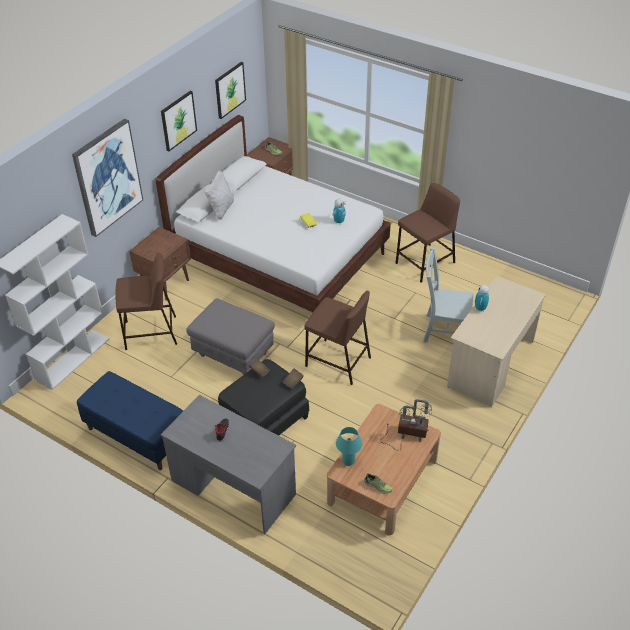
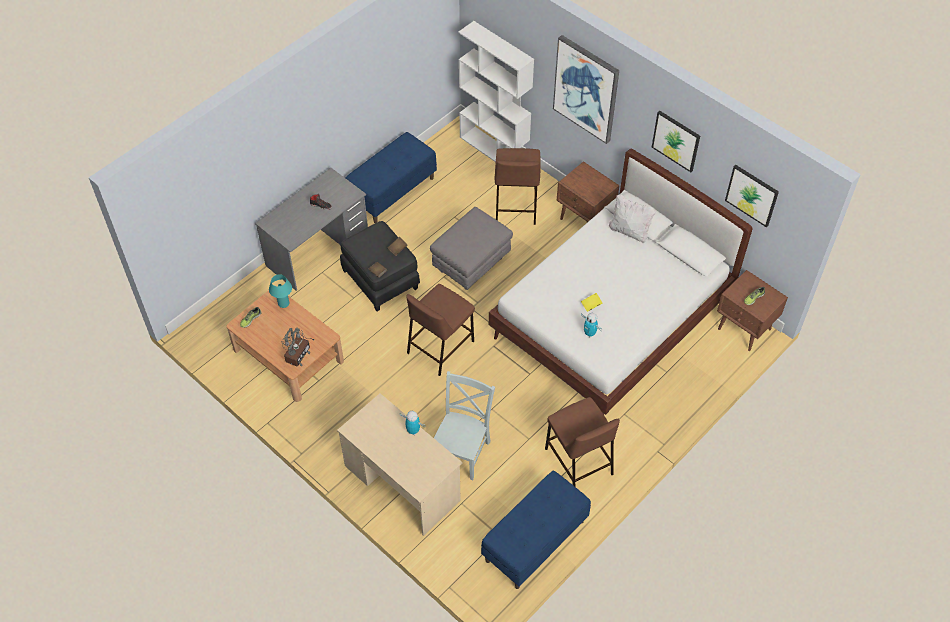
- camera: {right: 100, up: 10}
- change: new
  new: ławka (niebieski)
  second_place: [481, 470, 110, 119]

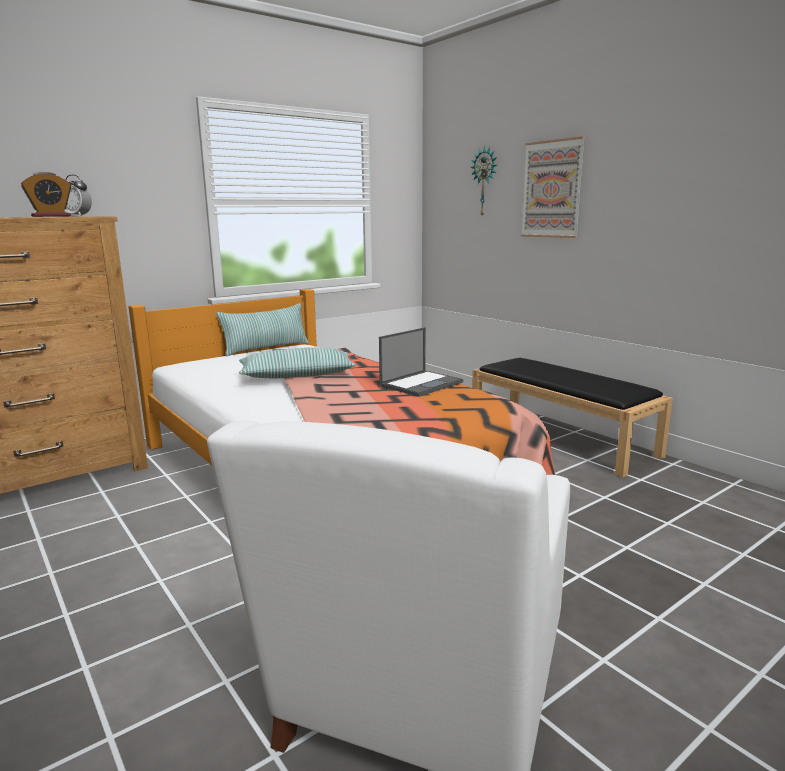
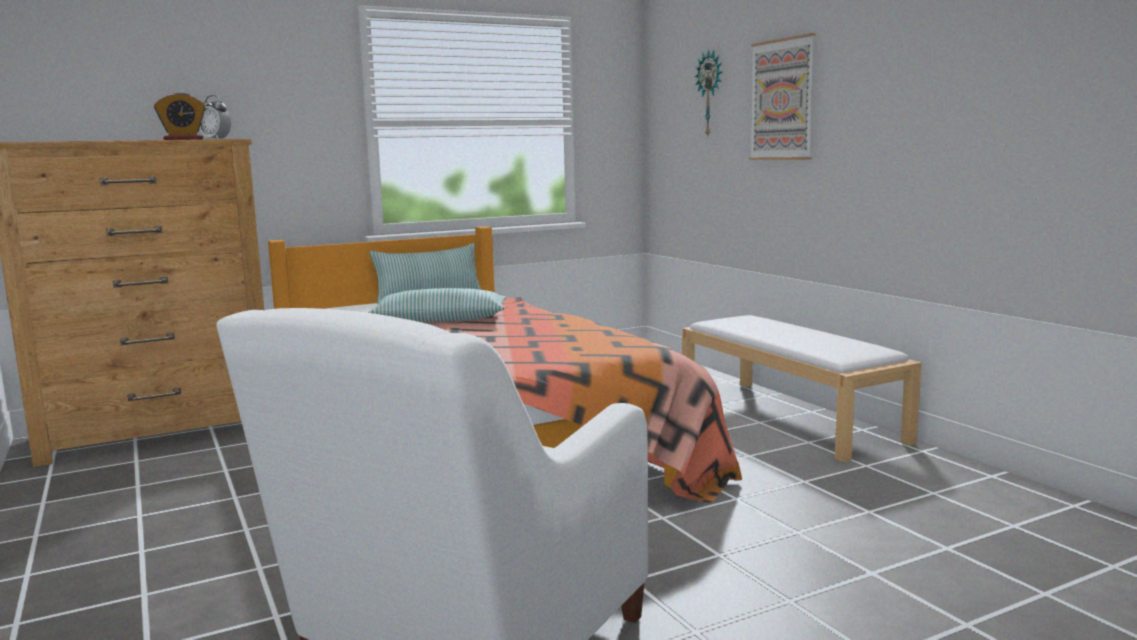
- camera: {right: 10, up: -5}
- change: gone
  old: laptop
  first_place: [379, 327, 84, 70]
- change: repainted
  old: ławka (czarny)
  new: ławka (biały)
  first_place: [472, 358, 201, 119]
  second_place: [682, 315, 240, 147]

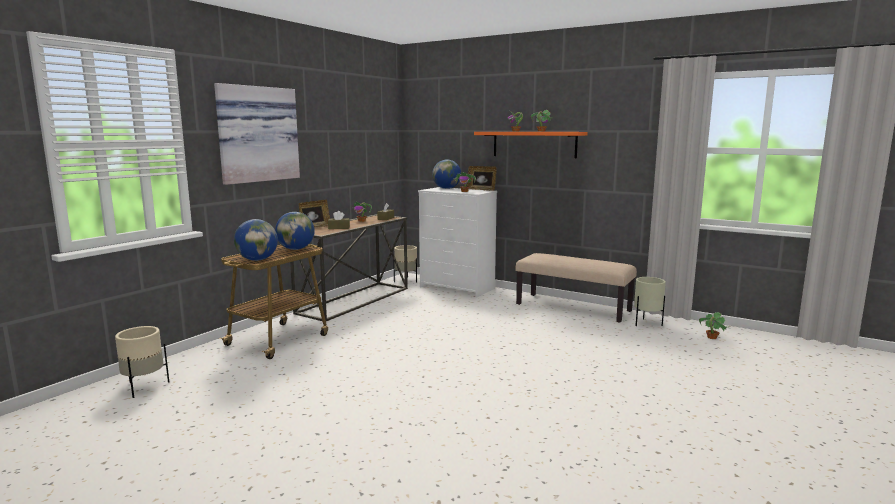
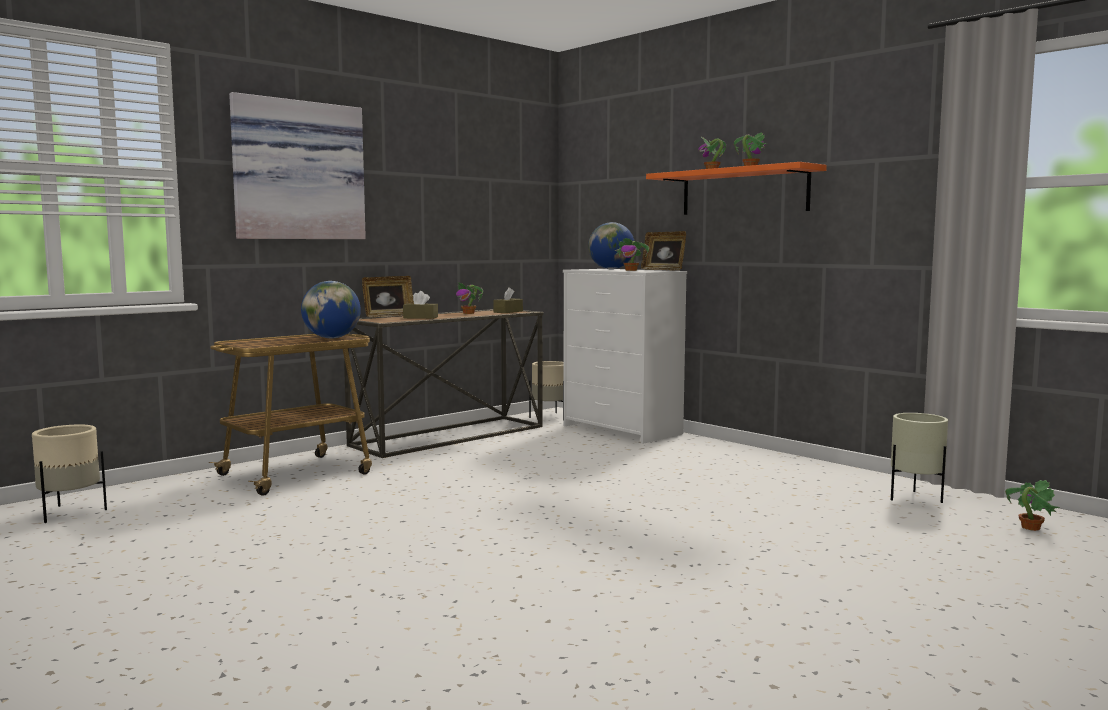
- camera: {right: 15, up: -5}
- change: gone
  old: globus
  first_place: [234, 219, 44, 42]
- change: gone
  old: ławka (beżowy)
  first_place: [516, 253, 121, 70]

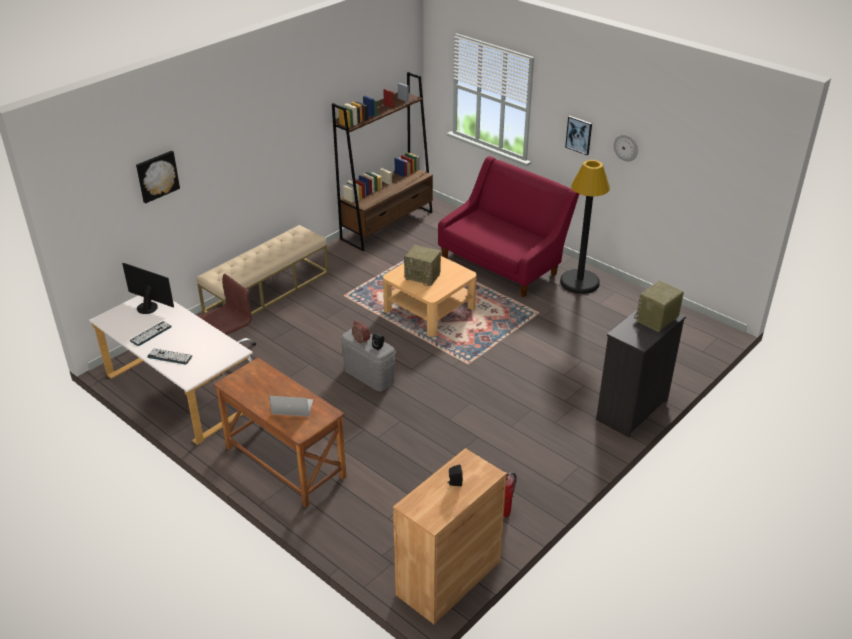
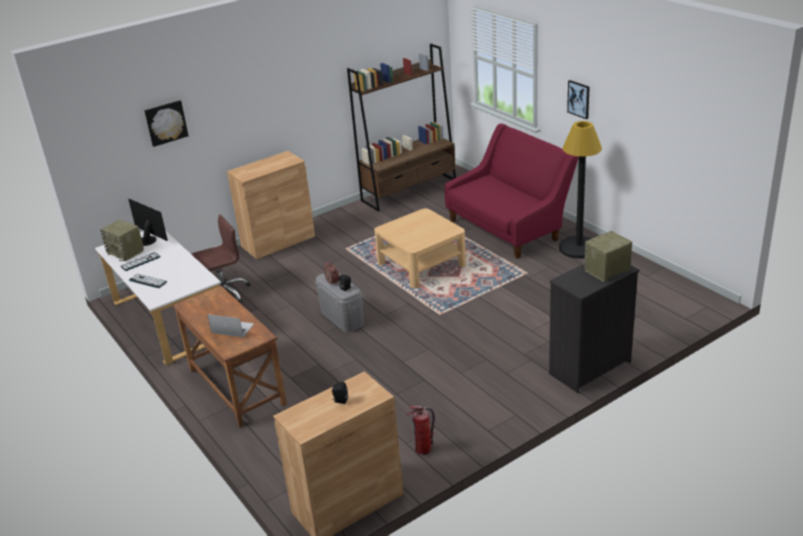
- camera: {right: 15, up: -5}
- change: gone
  old: zegar ścienny
  first_place: [614, 135, 24, 27]
- change: swapped
  old: ławka (beżowy)
  new: szafka (brązowy)
  first_place: [197, 225, 132, 90]
  second_place: [227, 151, 88, 108]
- change: shifted
  old: radio
  first_place: [404, 245, 37, 41]
  second_place: [100, 220, 44, 41]

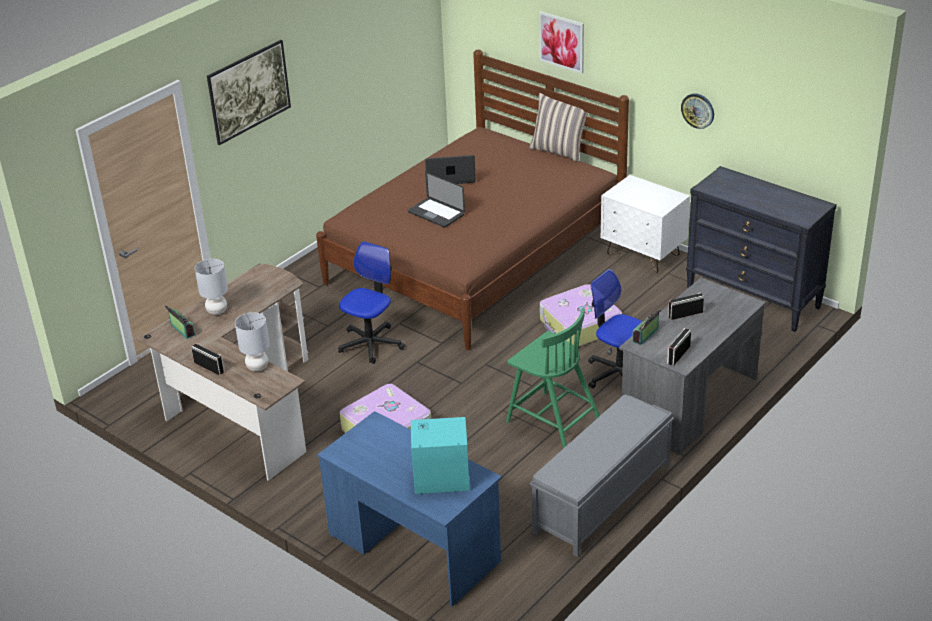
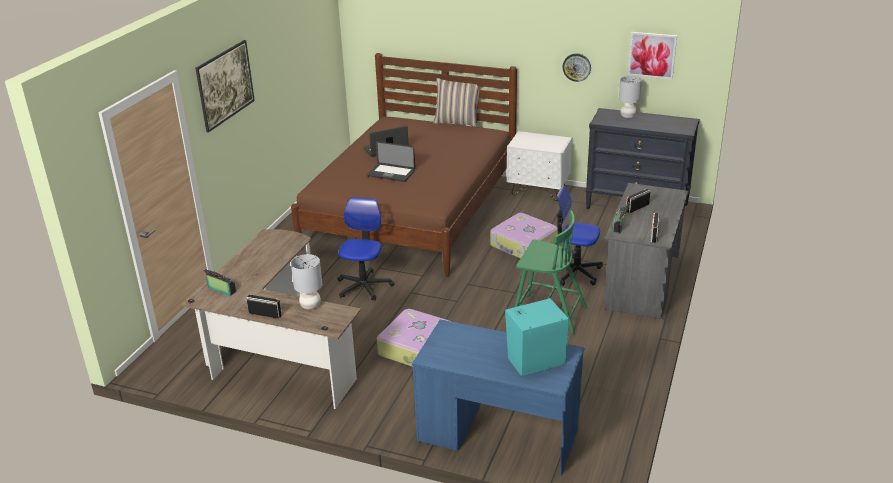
- camera: {right: -20, up: -5}
- change: shifted
  old: obraz
  first_place: [539, 11, 45, 63]
  second_place: [628, 32, 49, 48]
- change: shifted
  old: lampa stołowa (szary)
  first_place: [195, 259, 33, 56]
  second_place: [619, 76, 23, 42]
- change: gone
  old: ławka (szary)
  first_place: [529, 394, 145, 163]

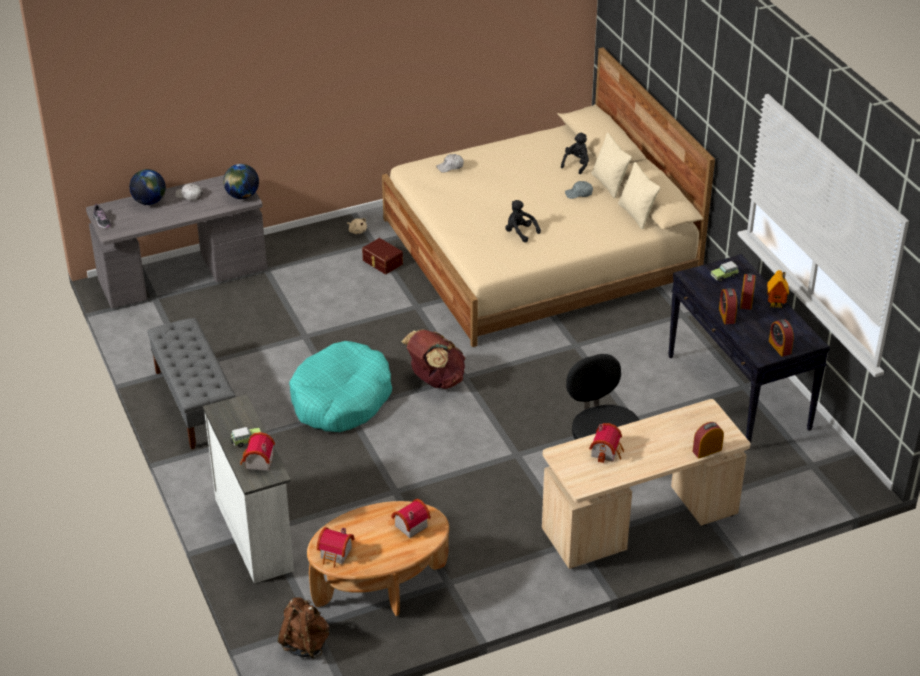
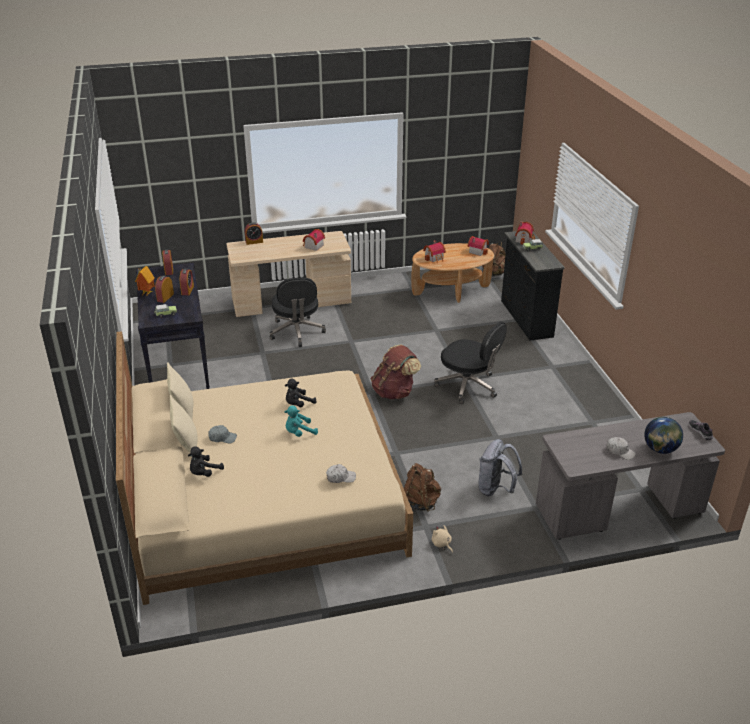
- camera: {right: -170, up: -5}
- change: gone
  old: globus
  first_place: [223, 164, 36, 35]
- change: rotated
  old: pluszak (czarny)
  first_place: [505, 200, 36, 42]
  second_place: [285, 378, 32, 29]
  degrees: 90
- change: swapped
  old: pojemnik do przechowywania (brązowy)
  new: plecak (brązowy)
  first_place: [362, 238, 41, 36]
  second_place: [404, 463, 37, 49]
- change: gone
  old: ławka (szary)
  first_place: [147, 318, 88, 132]
- change: swapped
  old: legowisko (turkusowy)
  new: krzesło biurowe (czarny)
  first_place: [289, 341, 103, 91]
  second_place: [434, 322, 73, 82]
- change: repainted
  old: komoda (biały)
  new: komoda (czarny)
  first_place: [203, 394, 91, 190]
  second_place: [501, 231, 64, 110]
- change: new
  new: pluszak (turkusowy)
  second_place: [285, 405, 33, 32]
- change: new
  new: plecak (szary)
  second_place: [478, 439, 44, 57]

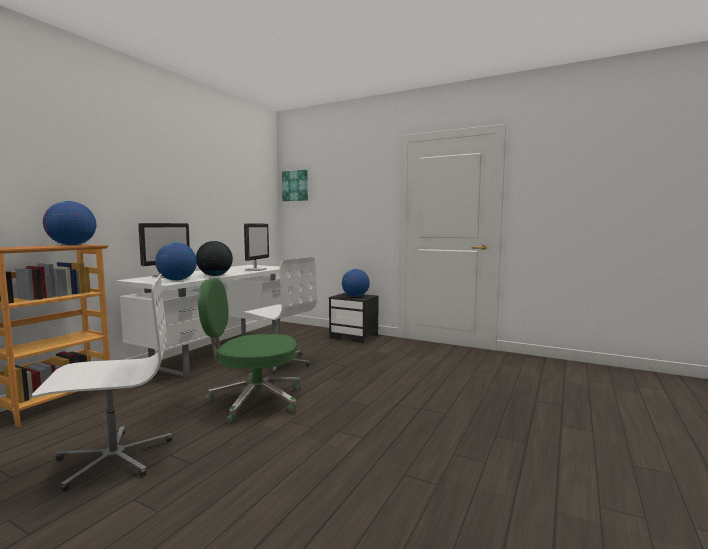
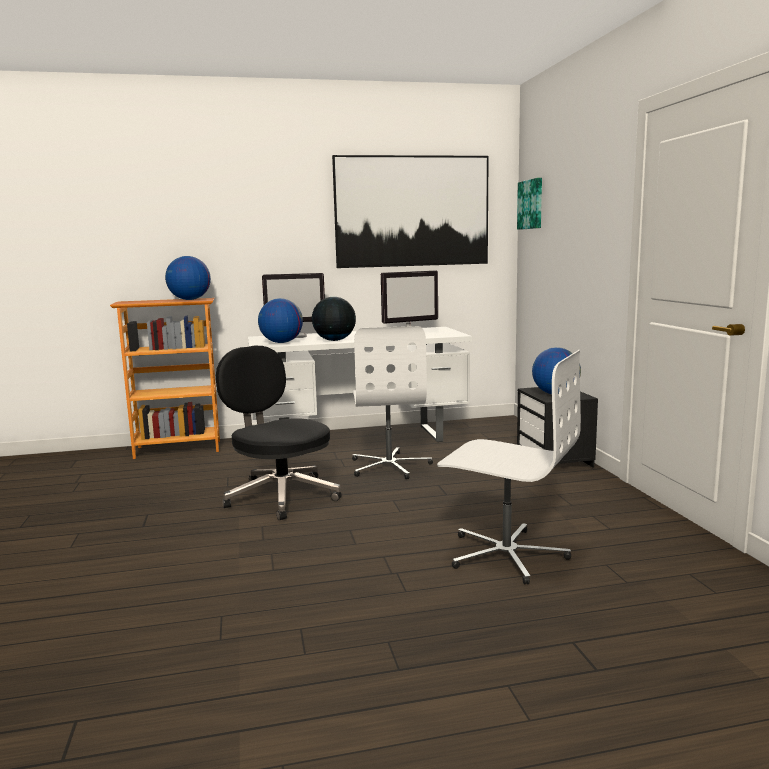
- camera: {right: 50, up: 5}
- change: shifted
  old: krzesło biurowe (biały)
  first_place: [32, 274, 140, 218]
  second_place: [437, 350, 144, 235]
- change: repainted
  old: krzesło biurowe (zielony)
  new: krzesło biurowe (czarny)
  first_place: [198, 278, 103, 145]
  second_place: [216, 346, 126, 174]
- change: new
  new: obraz
  second_place: [332, 155, 157, 113]

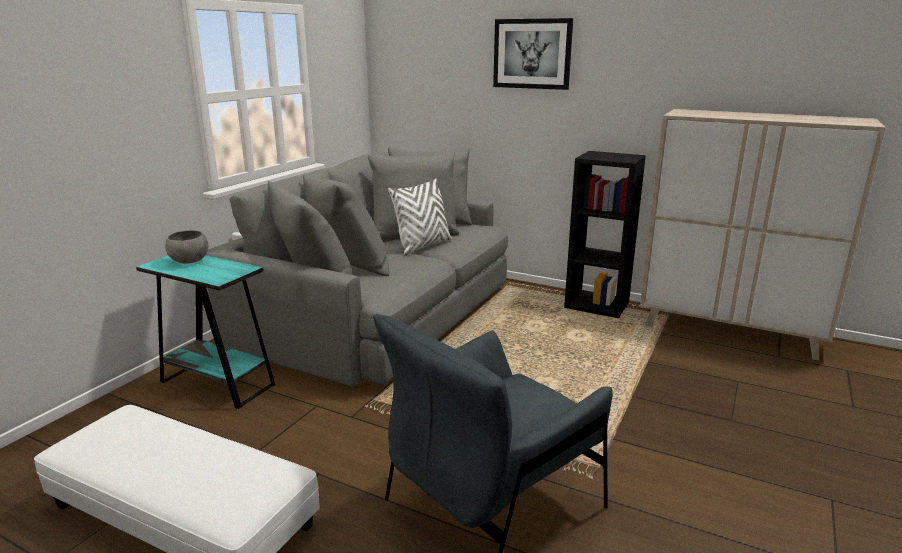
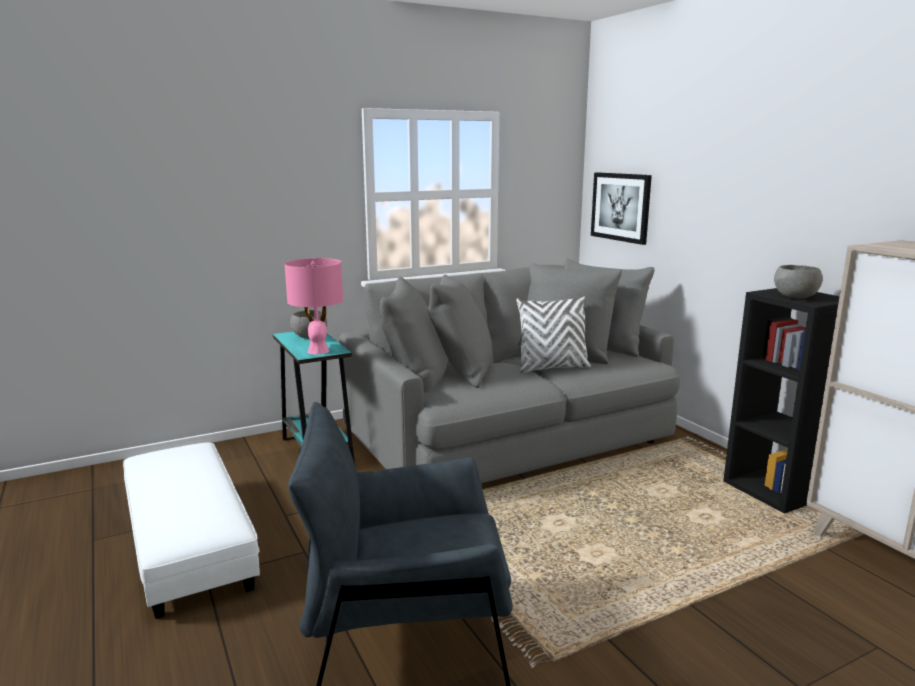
- camera: {right: 35, up: -5}
- change: shifted
  old: obraz
  first_place: [493, 18, 80, 72]
  second_place: [591, 172, 61, 73]
- change: new
  new: lampa stołowa (różowy)
  second_place: [285, 258, 58, 96]
- change: new
  new: miska (szary)
  second_place: [774, 265, 49, 33]

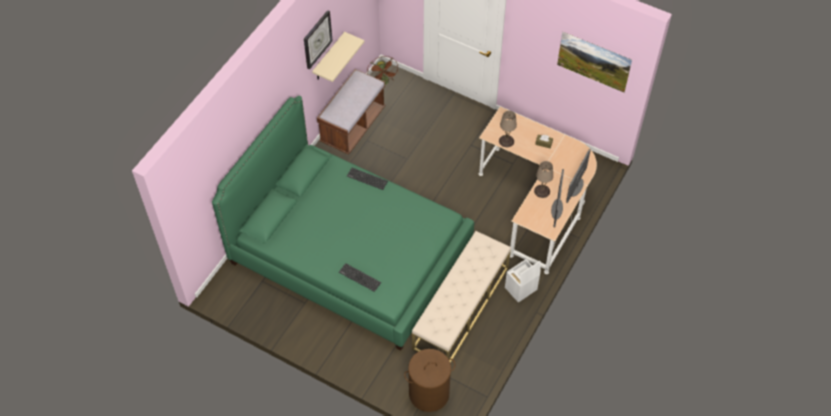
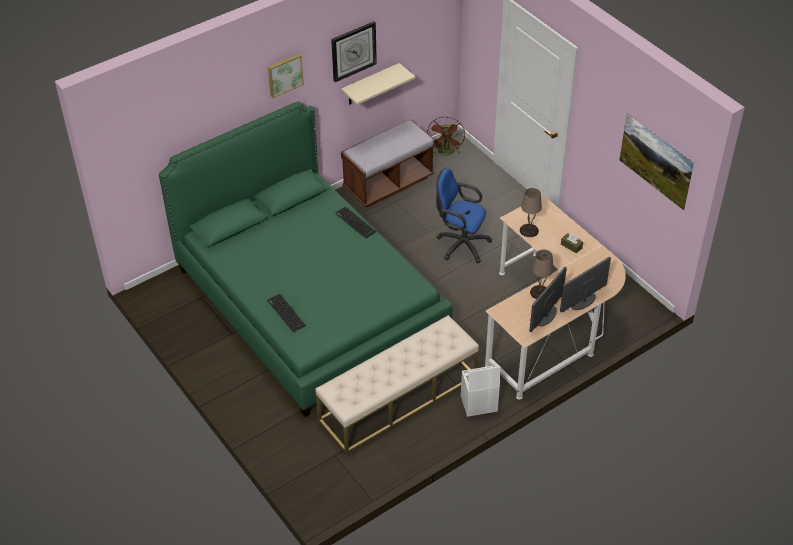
- camera: {right: 25, up: -10}
- change: gone
  old: kosz na pranie (brązowy)
  first_place: [404, 349, 51, 63]
- change: new
  new: obraz
  second_place: [268, 54, 36, 44]
- change: new
  new: krzesło biurowe (niebieski)
  second_place: [436, 168, 56, 95]

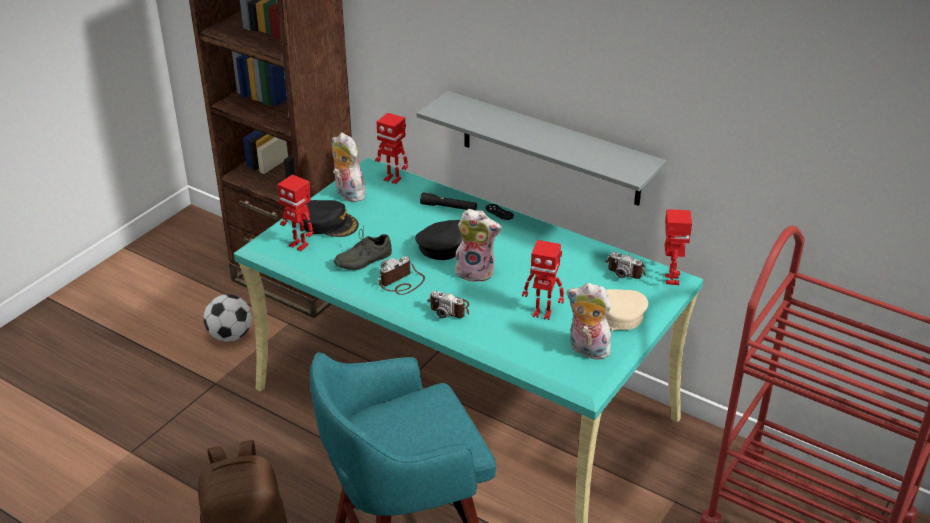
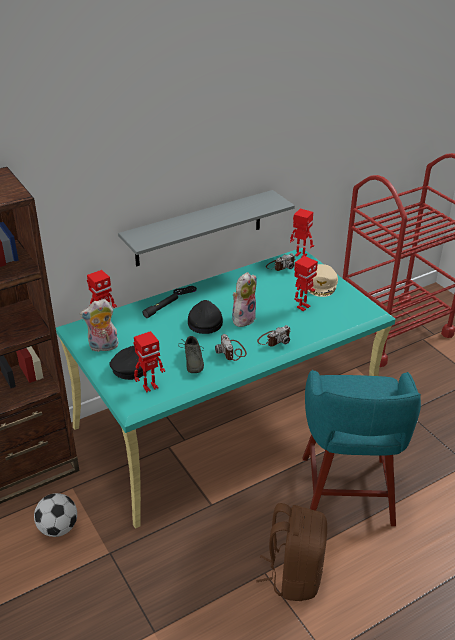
- camera: {right: -65, up: 0}
- change: gone
  old: pluszak
  first_place: [567, 283, 44, 77]

